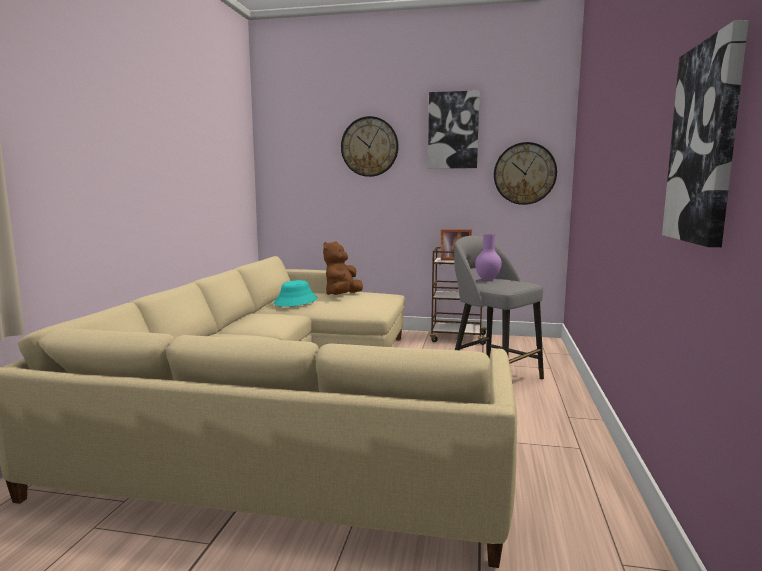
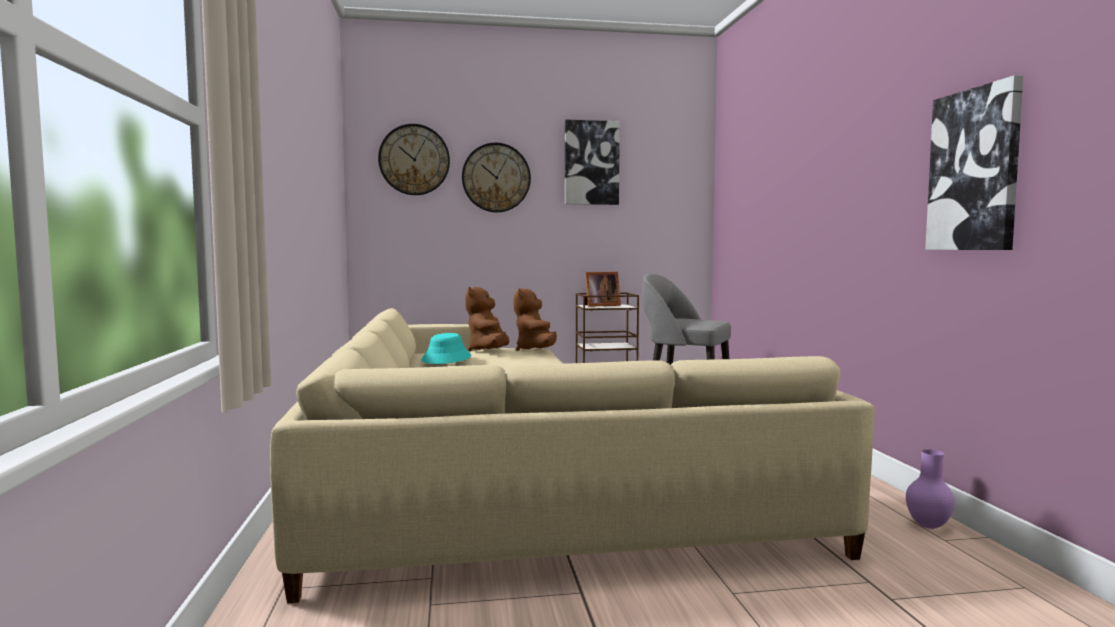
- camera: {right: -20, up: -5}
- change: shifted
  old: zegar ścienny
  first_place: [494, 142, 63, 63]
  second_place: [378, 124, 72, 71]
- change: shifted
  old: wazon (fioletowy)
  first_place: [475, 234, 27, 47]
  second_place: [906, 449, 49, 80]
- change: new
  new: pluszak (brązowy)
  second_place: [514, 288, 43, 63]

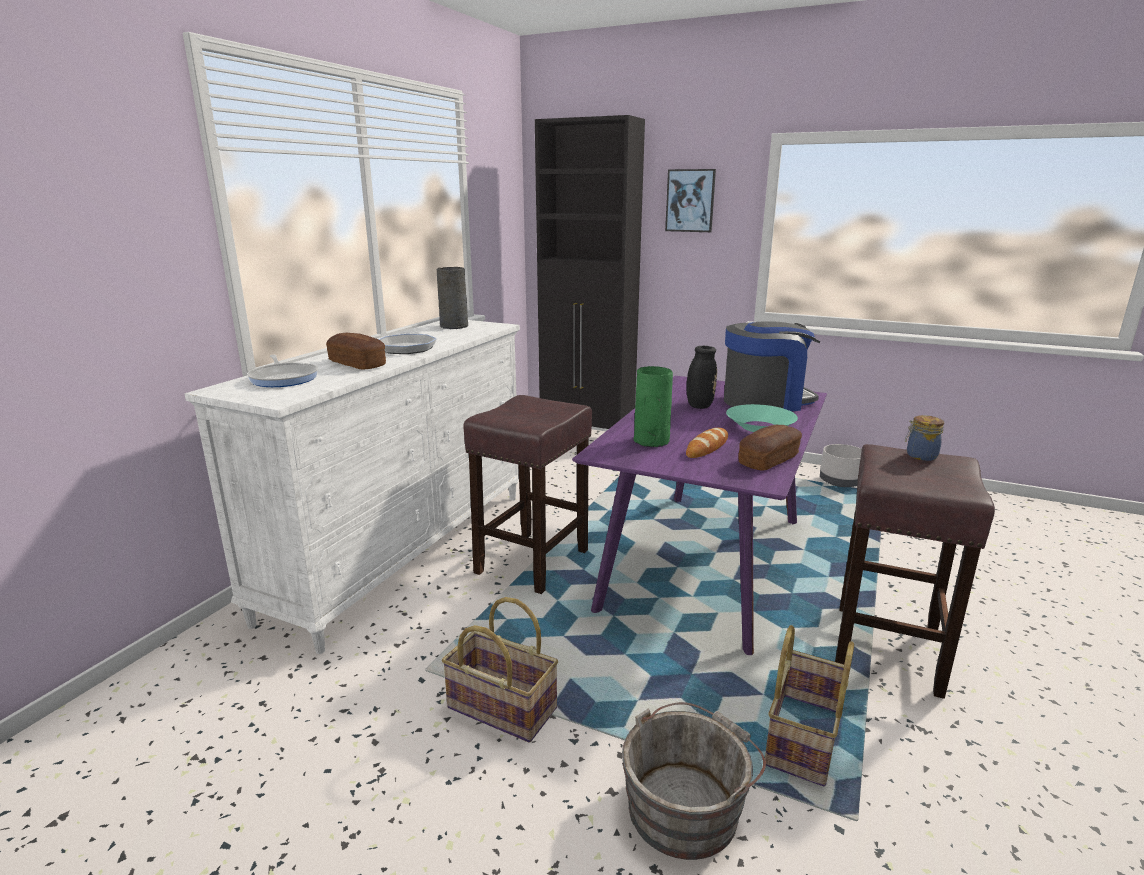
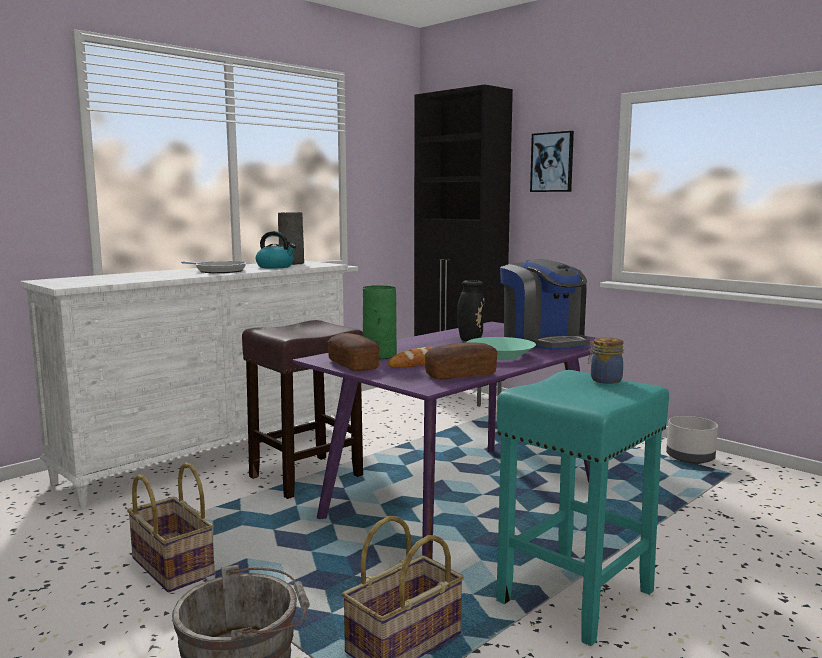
- camera: {right: 20, up: -10}
- change: rotated
  old: ekspres do kawy
  first_place: [724, 321, 96, 90]
  second_place: [500, 259, 90, 91]
  degrees: 60
- change: shifted
  old: chleb
  first_place: [326, 333, 60, 36]
  second_place: [327, 333, 53, 38]
- change: gone
  old: patelnia
  first_place: [247, 355, 71, 32]
- change: repainted
  old: stołek (brązowy)
  new: stołek (turkusowy)
  first_place: [835, 444, 160, 255]
  second_place: [496, 370, 173, 276]
- change: new
  new: czajnik
  second_place: [256, 231, 40, 38]

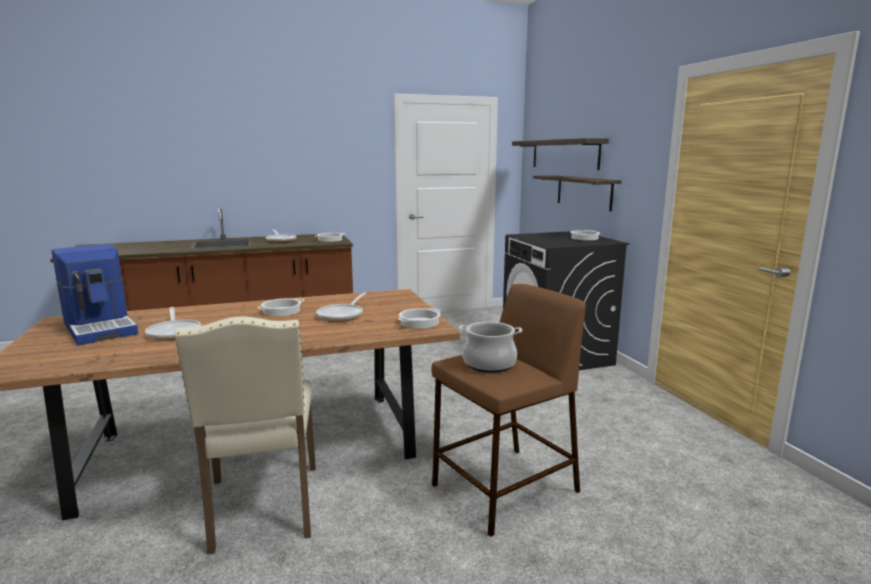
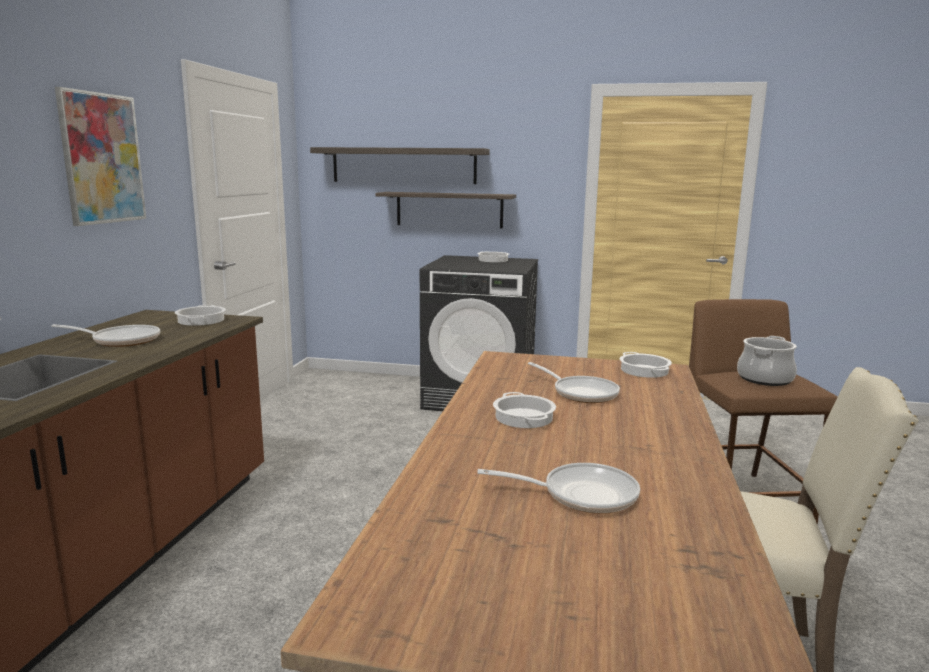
- camera: {right: -60, up: 0}
- change: gone
  old: ekspres do kawy
  first_place: [51, 244, 87, 102]
- change: new
  new: obraz
  second_place: [55, 87, 91, 139]

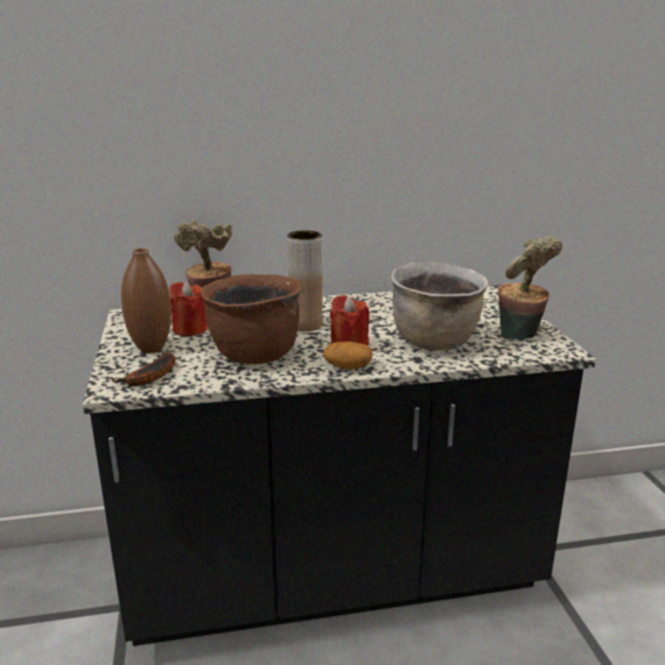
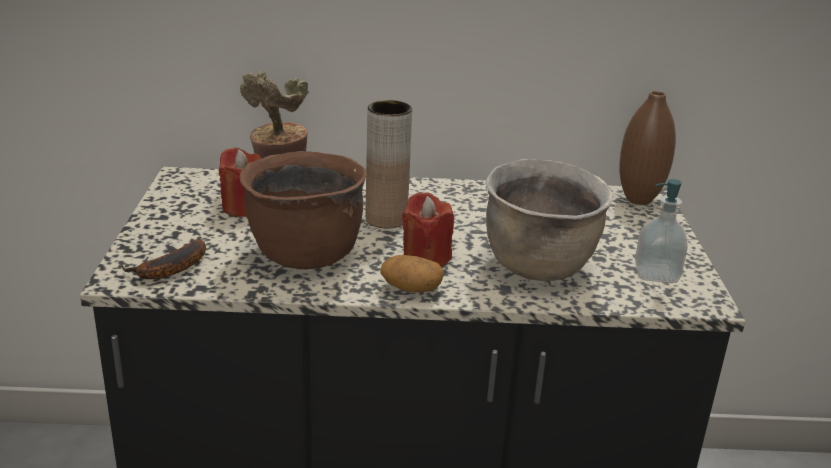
- camera: {right: 10, up: 5}
- change: swapped
  old: roślina doniczkowa
  new: dozownik mydła
  first_place: [498, 236, 64, 103]
  second_place: [635, 179, 53, 104]
- change: shifted
  old: wazon (brązowy)
  first_place: [121, 248, 50, 105]
  second_place: [620, 91, 56, 114]

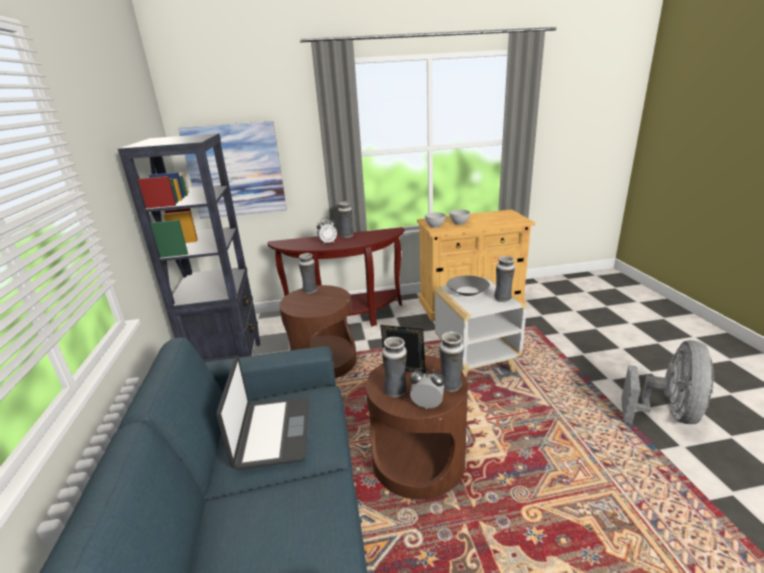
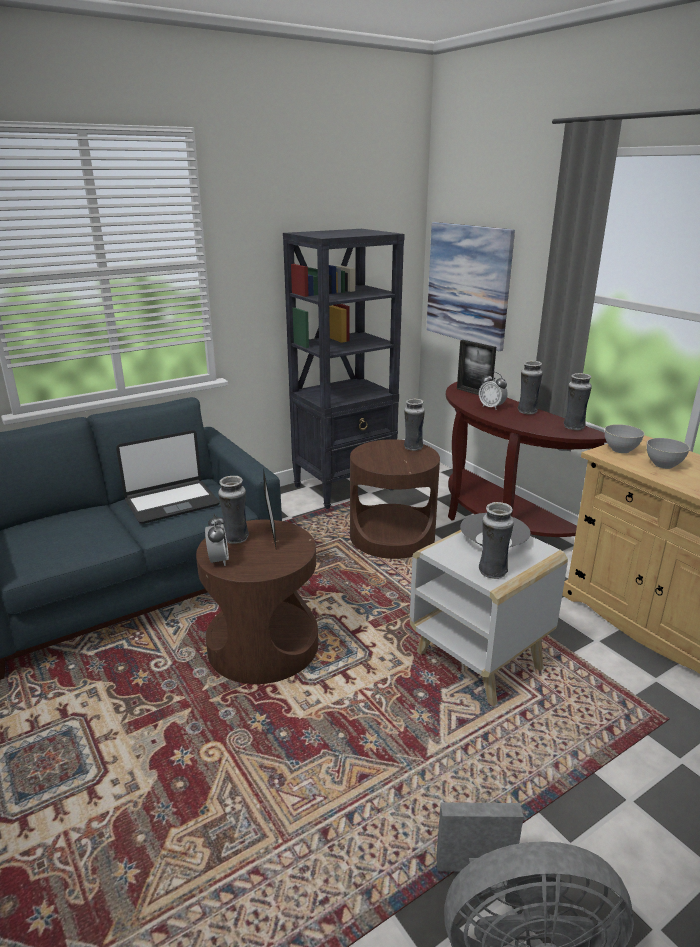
- camera: {right: 65, up: 0}
- change: shifted
  old: wazon
  first_place: [439, 331, 25, 61]
  second_place: [564, 373, 28, 57]
- change: new
  new: ramka na zdjęcie
  second_place: [457, 340, 39, 55]

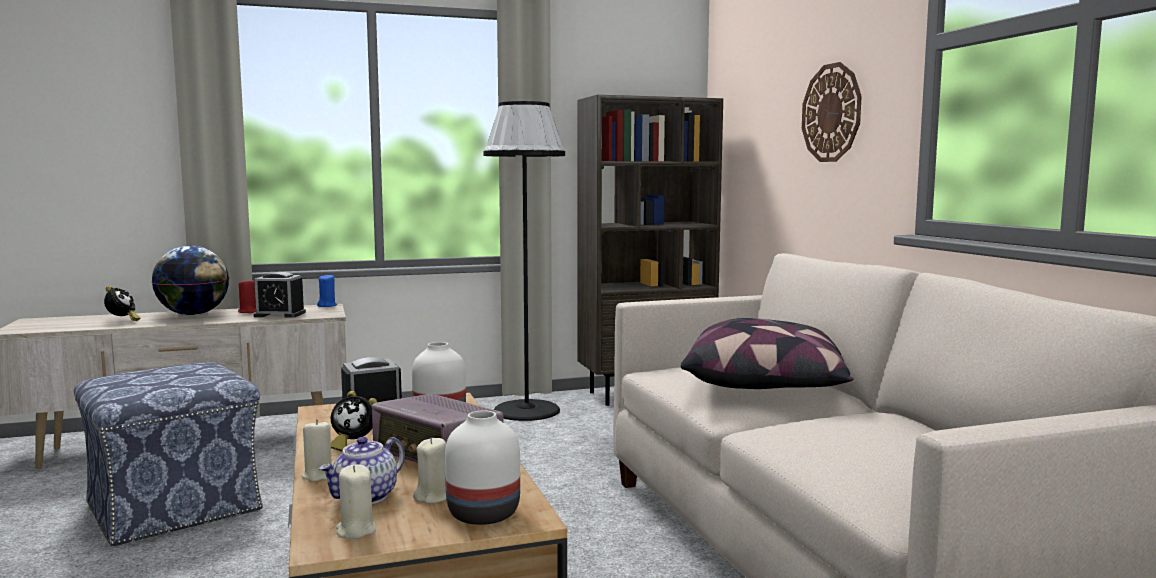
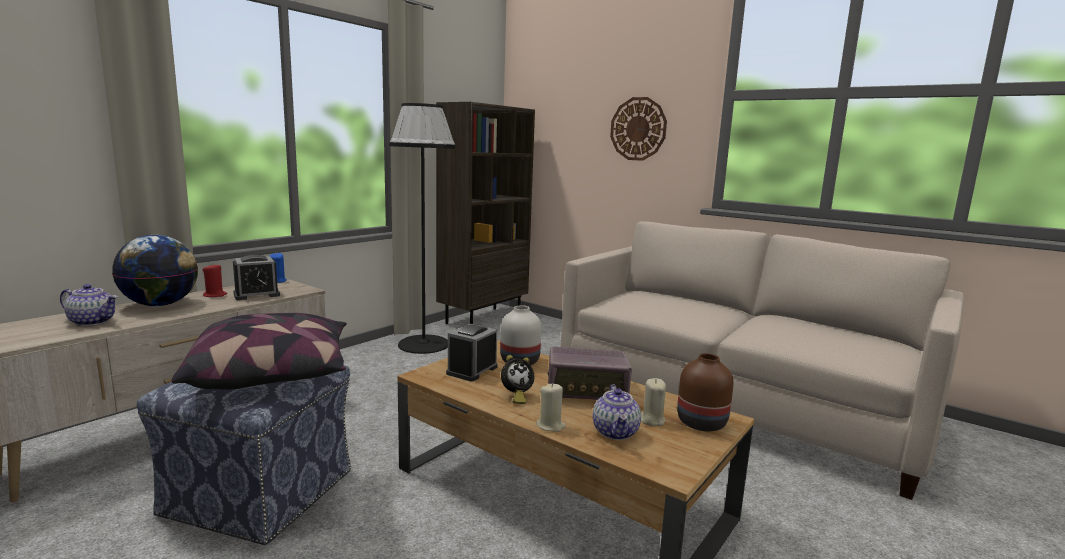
- camera: {right: -35, up: 5}
- change: swapped
  old: budzik
  new: imbryk
  first_place: [104, 286, 36, 35]
  second_place: [60, 284, 58, 42]
- change: shifted
  old: poduszka
  first_place: [681, 318, 172, 71]
  second_place: [172, 313, 175, 77]
- change: repainted
  old: wazon (biały)
  new: wazon (brązowy)
  first_place: [445, 410, 75, 115]
  second_place: [677, 353, 57, 78]
- change: gone
  old: świeca (beżowy)
  first_place: [336, 464, 40, 75]

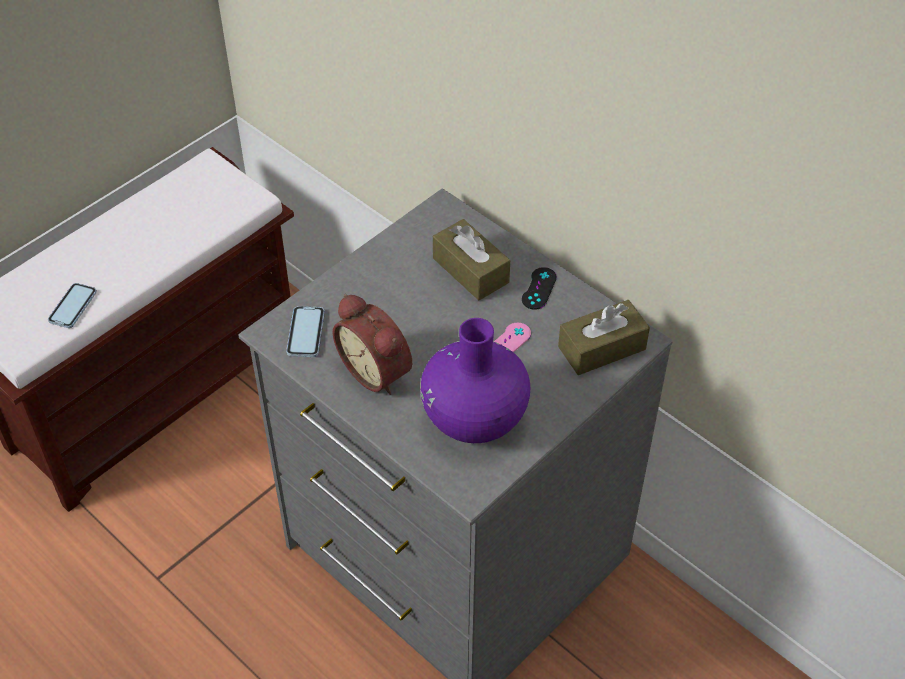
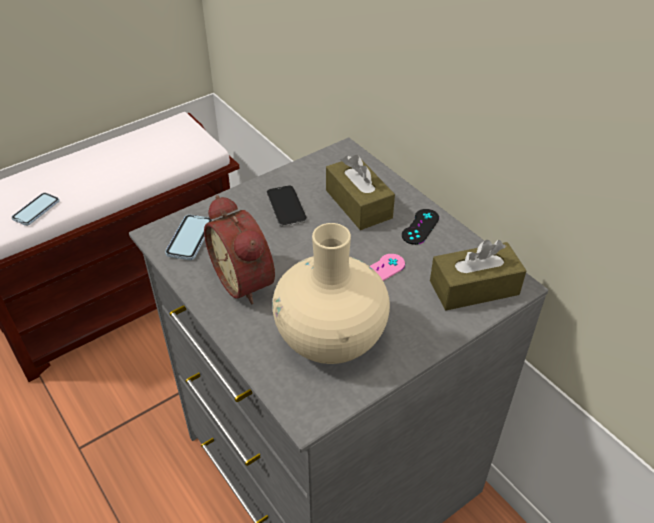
- camera: {right: 10, up: -5}
- change: repainted
  old: wazon (fioletowy)
  new: wazon (beżowy)
  first_place: [420, 318, 110, 125]
  second_place: [272, 223, 118, 141]
- change: new
  new: telefon
  second_place: [266, 185, 41, 42]

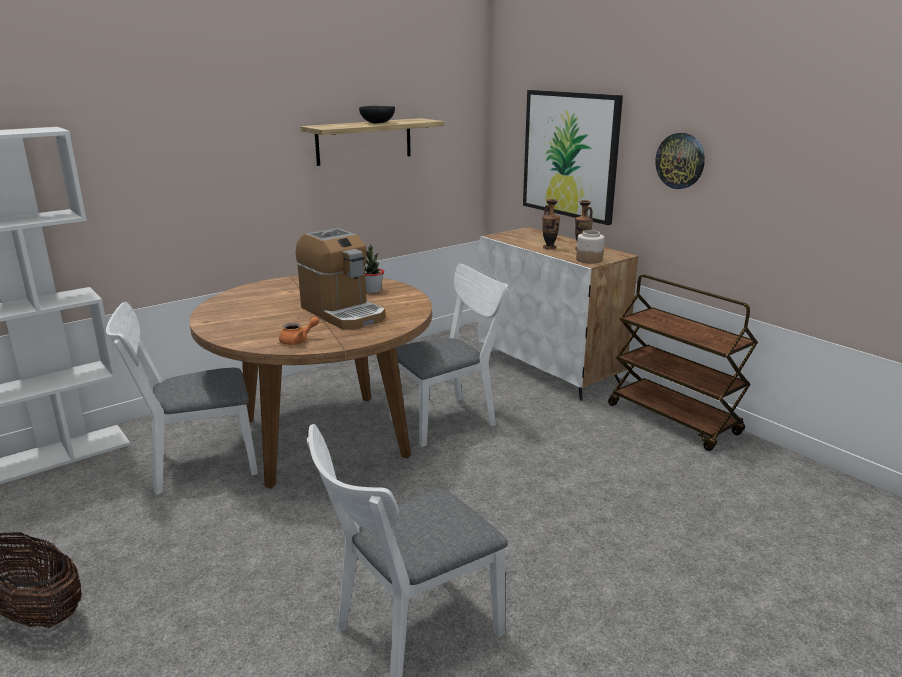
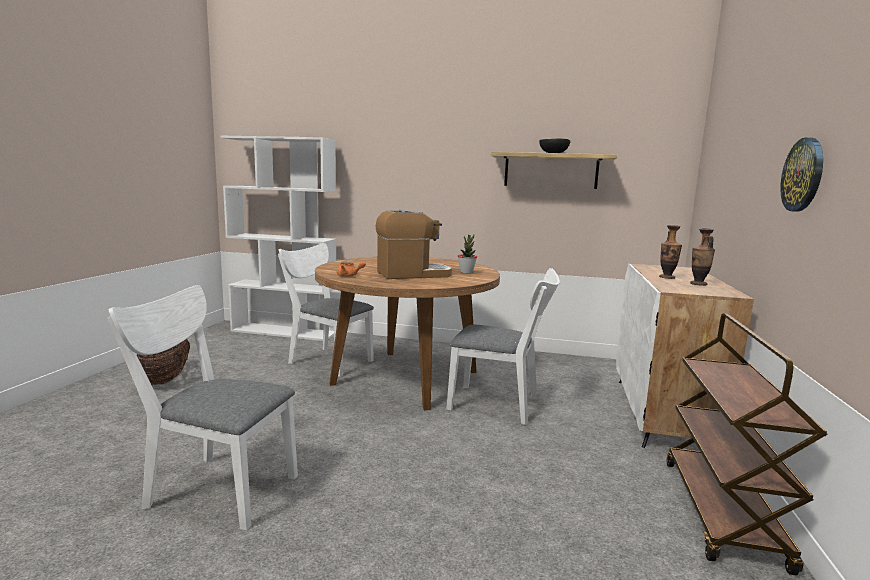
- camera: {right: 50, up: -10}
- change: gone
  old: obraz
  first_place: [523, 90, 100, 135]
- change: rotated
  old: ekspres do kawy
  first_place: [295, 228, 91, 102]
  second_place: [376, 210, 76, 69]
  degrees: -120
- change: gone
  old: słoik
  first_place: [576, 230, 28, 34]

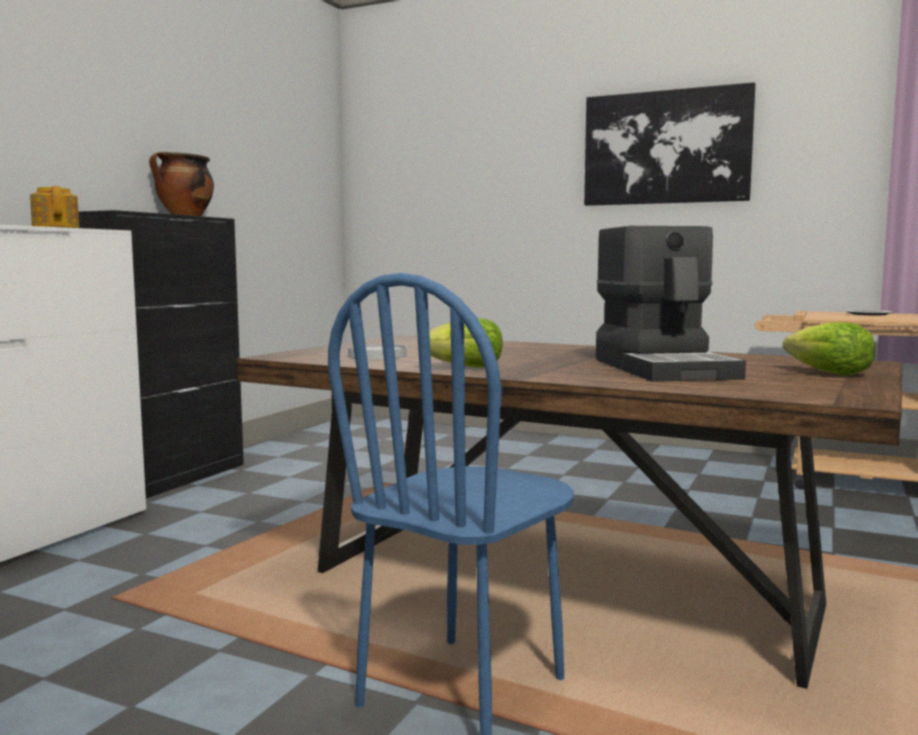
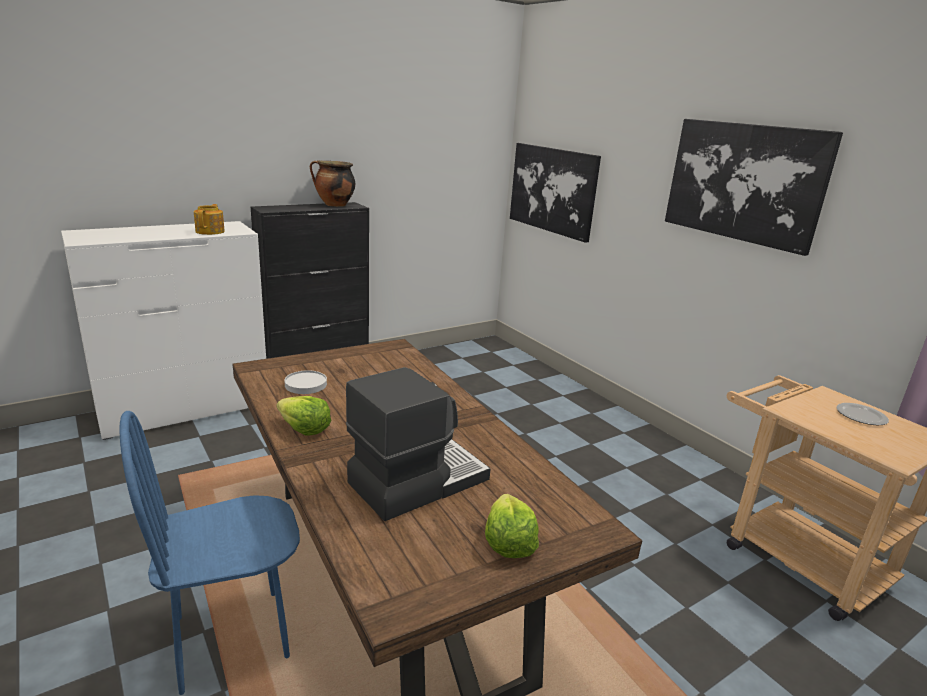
- camera: {right: 30, up: 15}
- change: rotated
  old: ekspres do kawy
  first_place: [596, 226, 150, 156]
  second_place: [346, 367, 145, 154]
  degrees: -150
- change: new
  new: obraz
  second_place: [510, 143, 91, 100]

